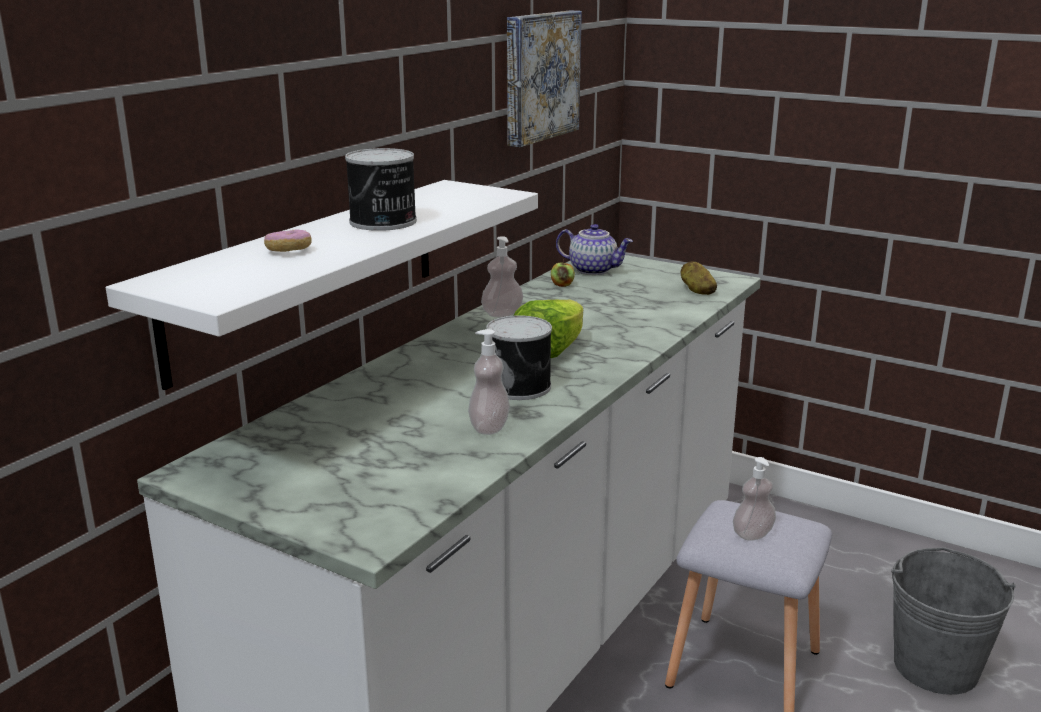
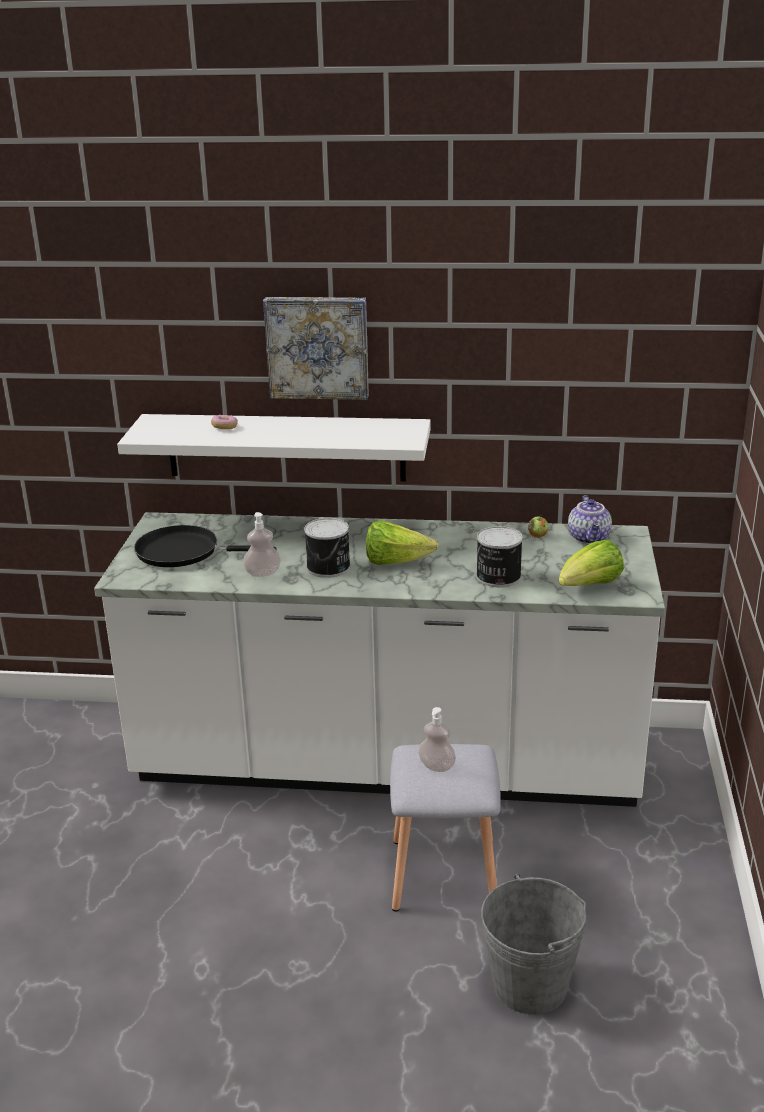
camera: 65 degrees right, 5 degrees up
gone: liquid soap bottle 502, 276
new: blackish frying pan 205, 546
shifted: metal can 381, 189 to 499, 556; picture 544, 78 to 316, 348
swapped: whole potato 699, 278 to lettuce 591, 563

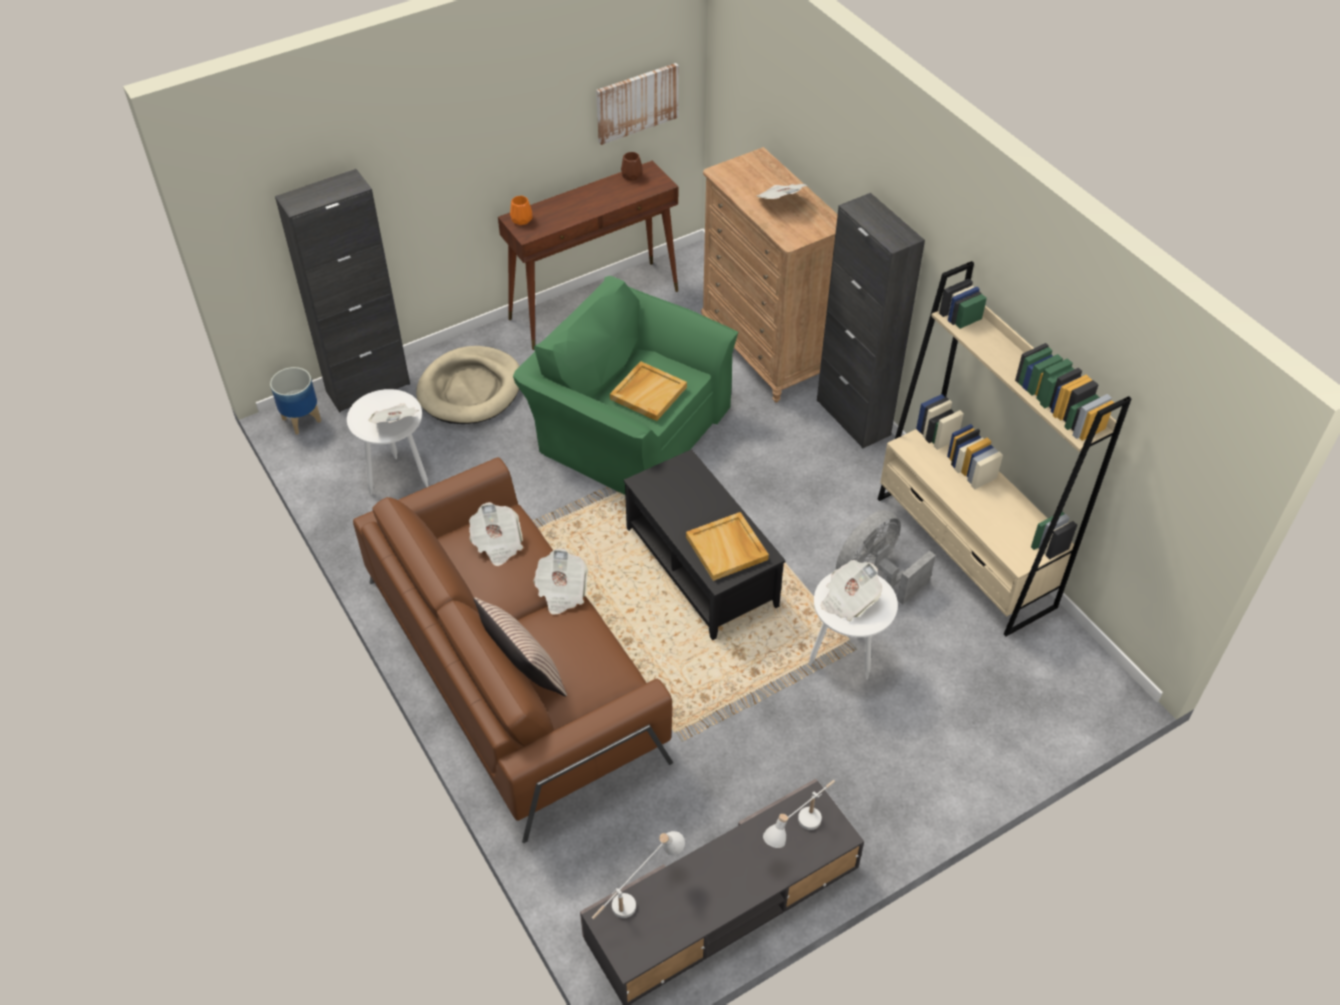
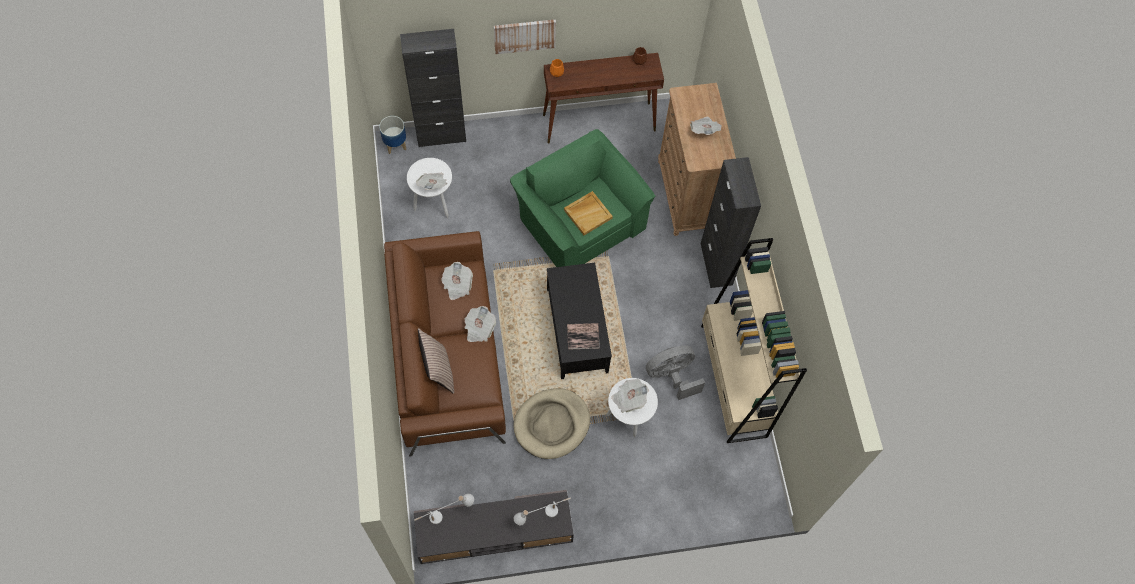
camera: 20 degrees right, 15 degrees up
shifted: beige pet bed 468, 385 to 551, 423; picture 637, 104 to 525, 36
swapped: beige tray 727, 546 to bound book 583, 336

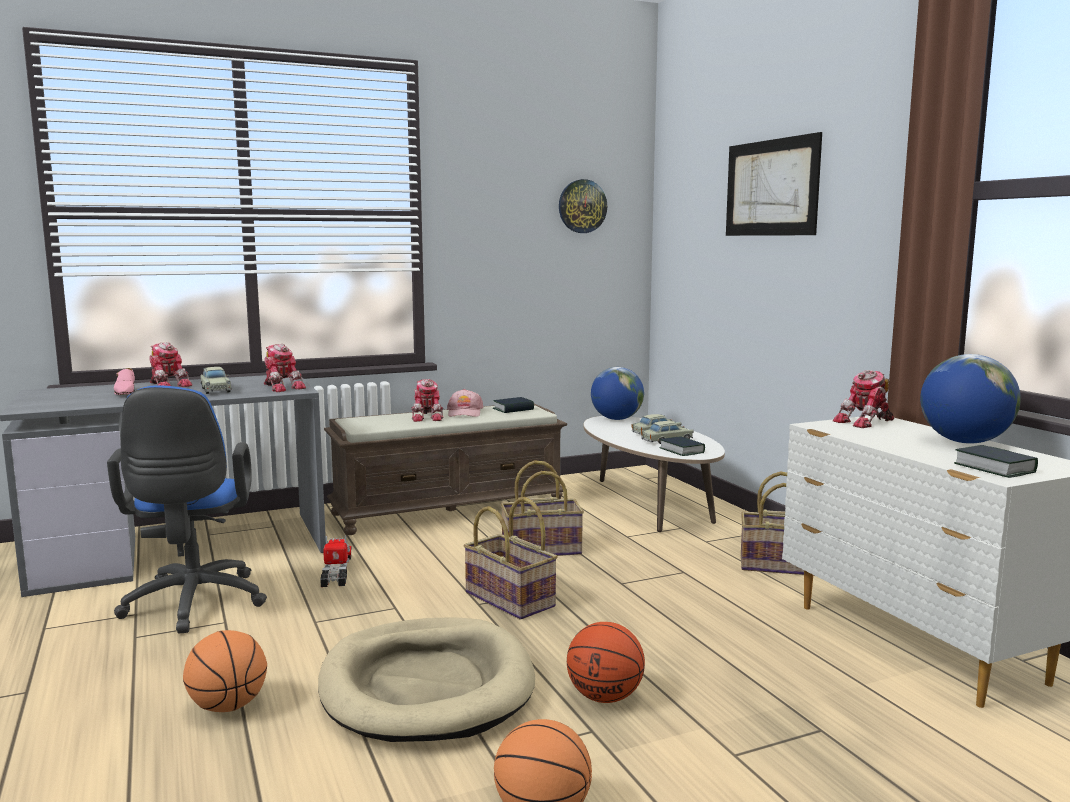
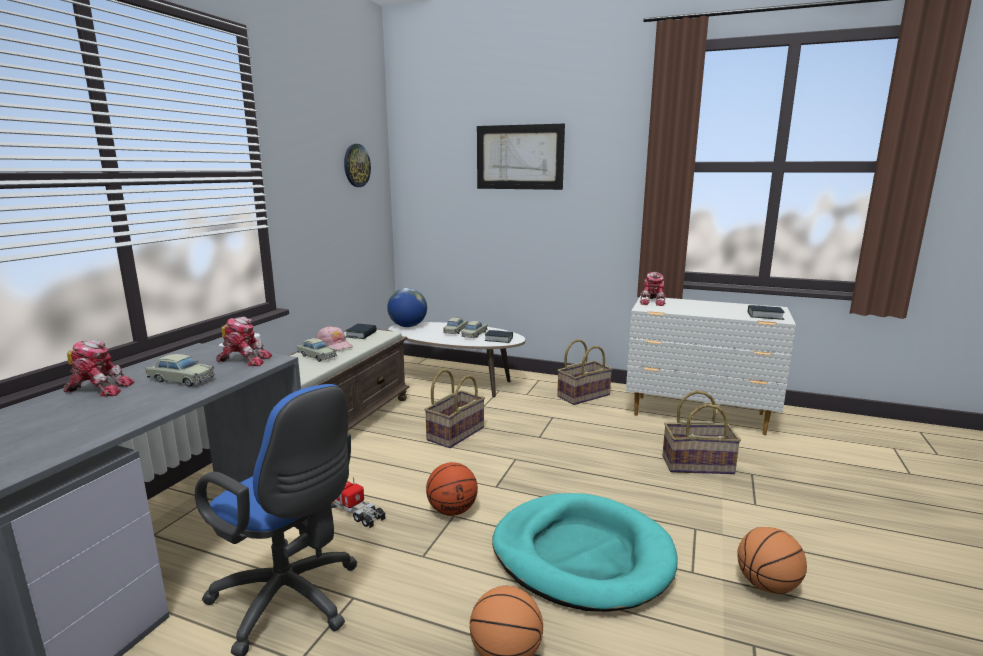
camera: 45 degrees left, 5 degrees up
gone: pinkish low shoe 124, 381; world globe 970, 399
shifted: basket 511, 558 to 701, 432; ball for basketball 606, 662 to 452, 489
swapped: toy robot 427, 400 to beige model car 317, 350
repainted: beige pet bed 426, 679 to turquoise-coloured pet bed 585, 552

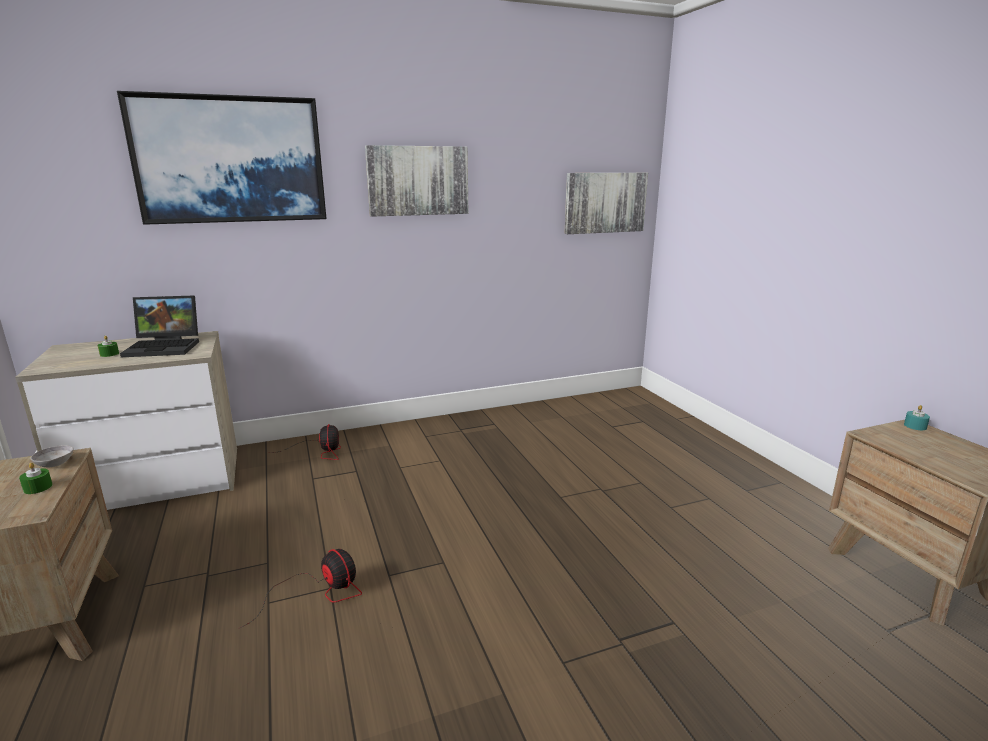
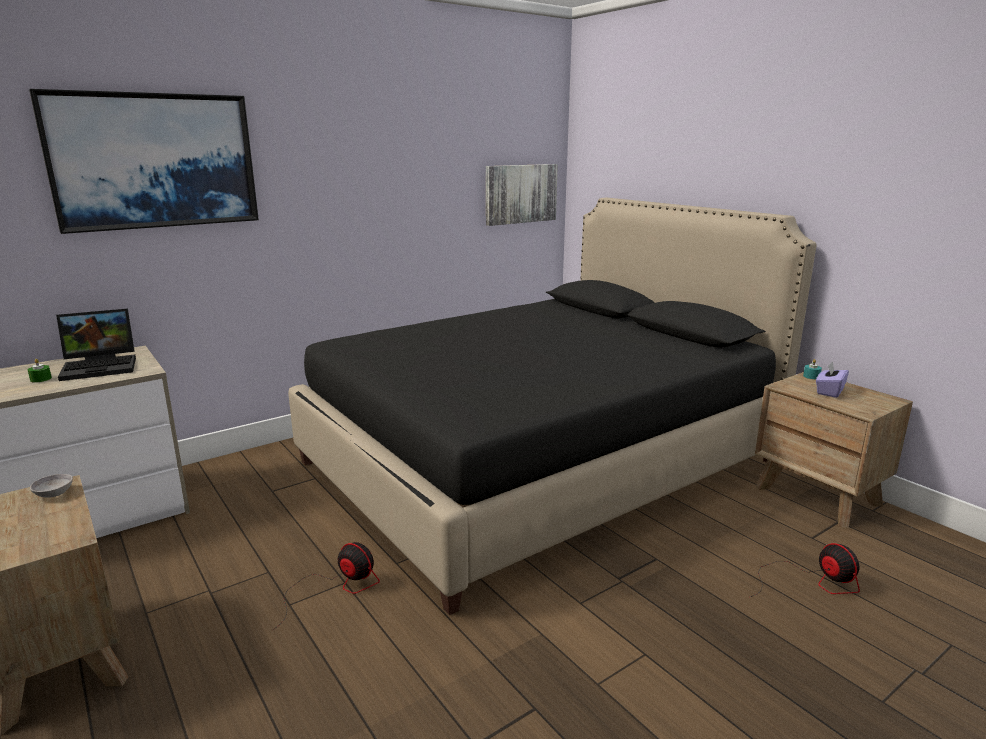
camera: 15 degrees left, 0 degrees up
gone: green-coloured wax candle 36, 478; picture 416, 181
new: blackish bed 552, 406; purple-coloured tissue box 832, 379
shifted: cooling fan 306, 442 to 805, 570

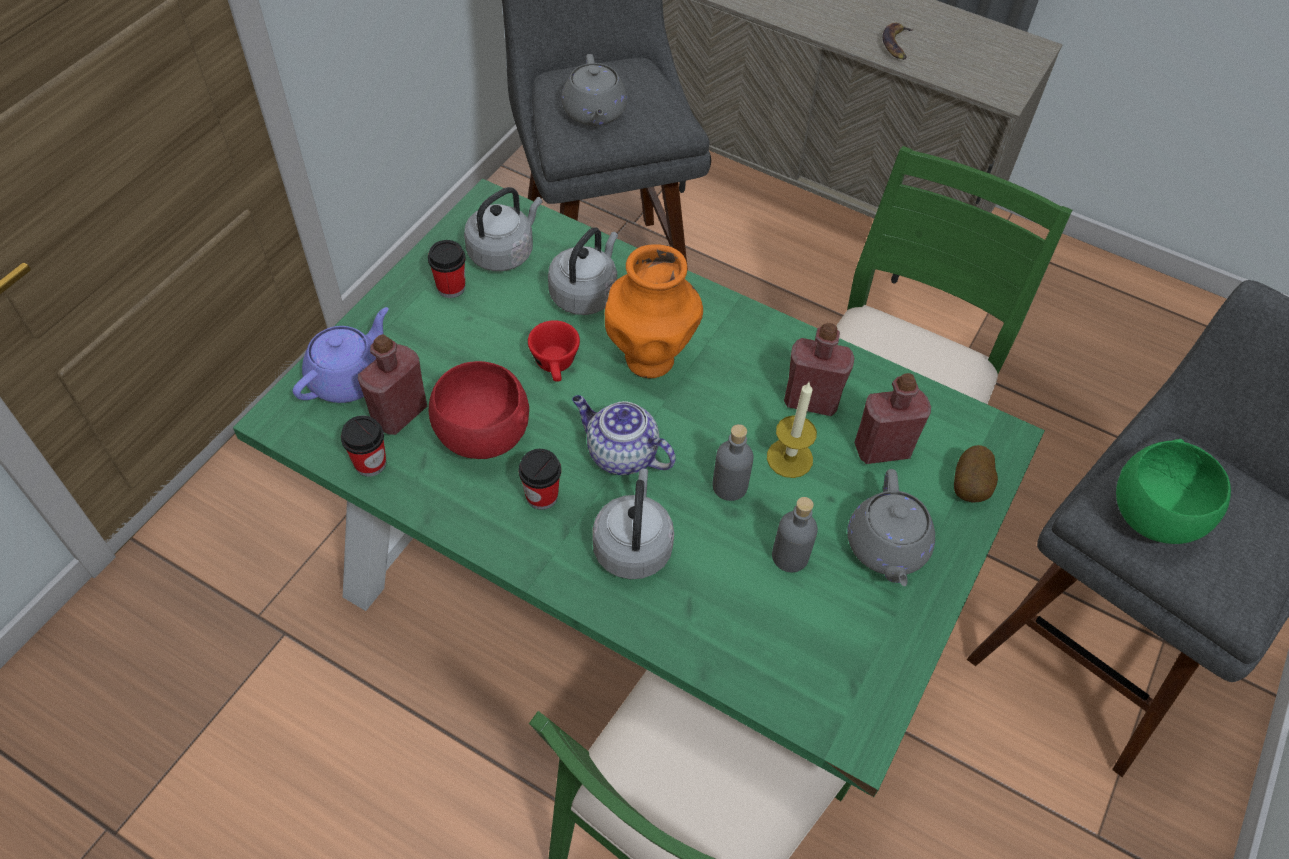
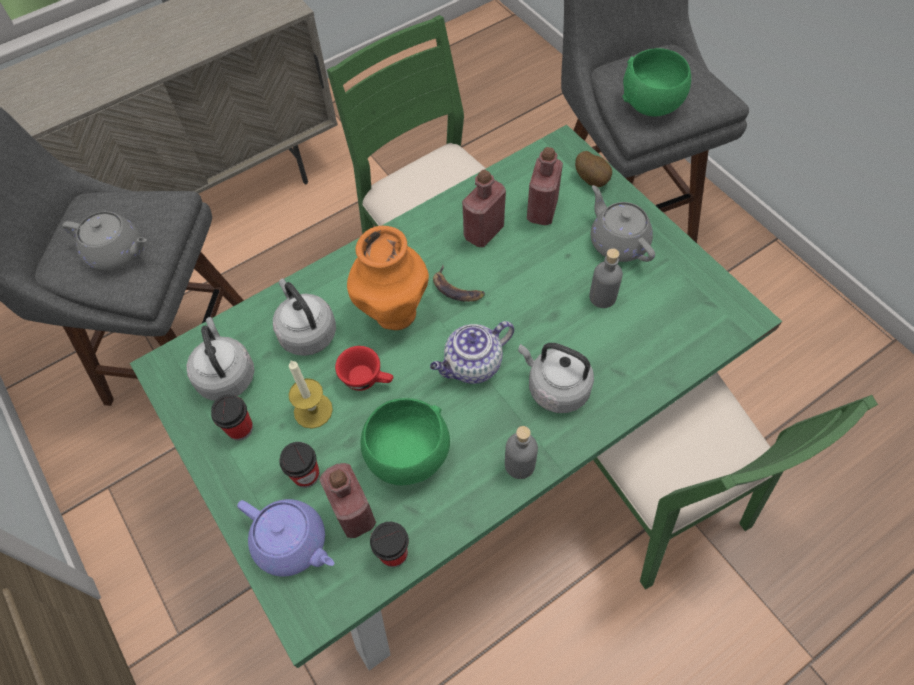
camera: 60 degrees left, 5 degrees up
shifted: cup 539, 479 to 299, 465; grey drink bottle 733, 462 to 521, 452; wax candle 792, 430 to 310, 394; banana 898, 41 to 459, 283
repainted: reddish serving bowl 479, 410 to green-coloured serving bowl 405, 441
rotated: purple-coloured pot for tea 340, 355 = 286, 538 150 degrees clockwise; grey pot for tea 891, 527 = 622, 223 150 degrees counterclockwise

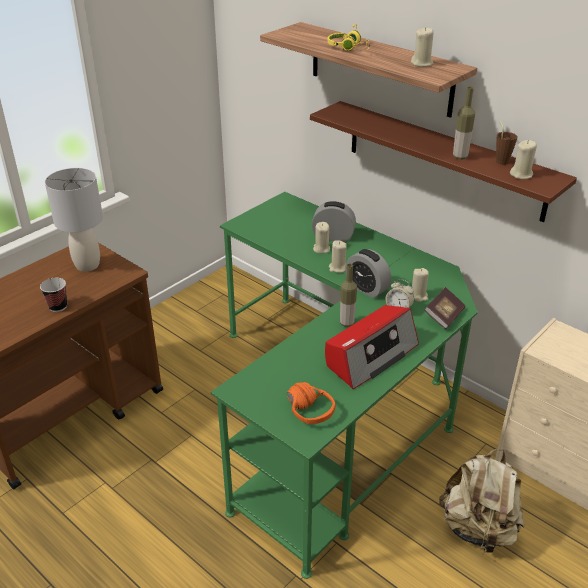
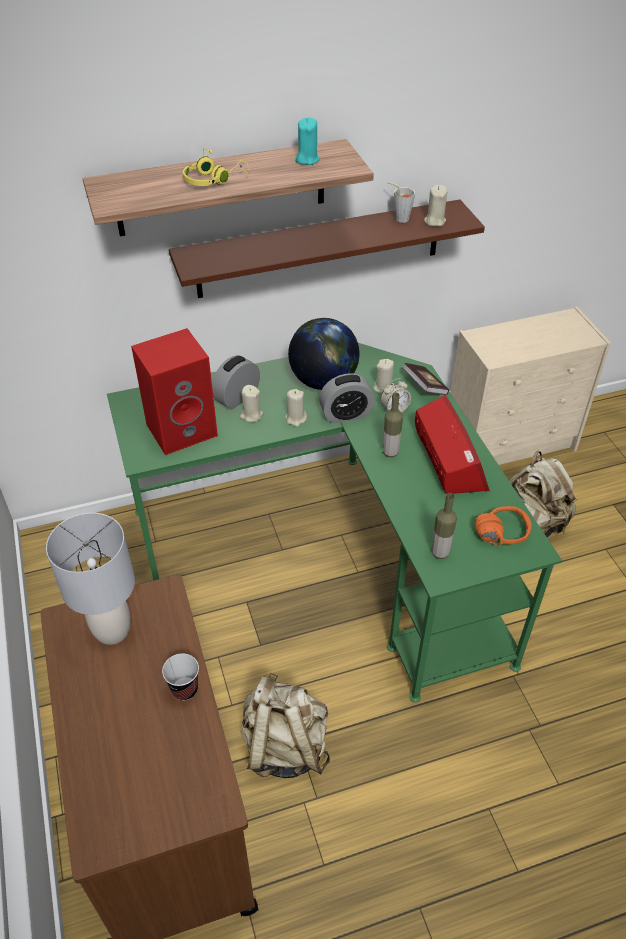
camera: 60 degrees left, 10 degrees up
new: reddish speaker 174, 391; beige rucksack 285, 725; world globe 324, 354
shifted: drink bottle 464, 123 to 444, 526
repainted: beige wax candle 422, 47 to turquoise-coloured wax candle 307, 141; brown-coloured cup 507, 143 to grey cup 401, 202

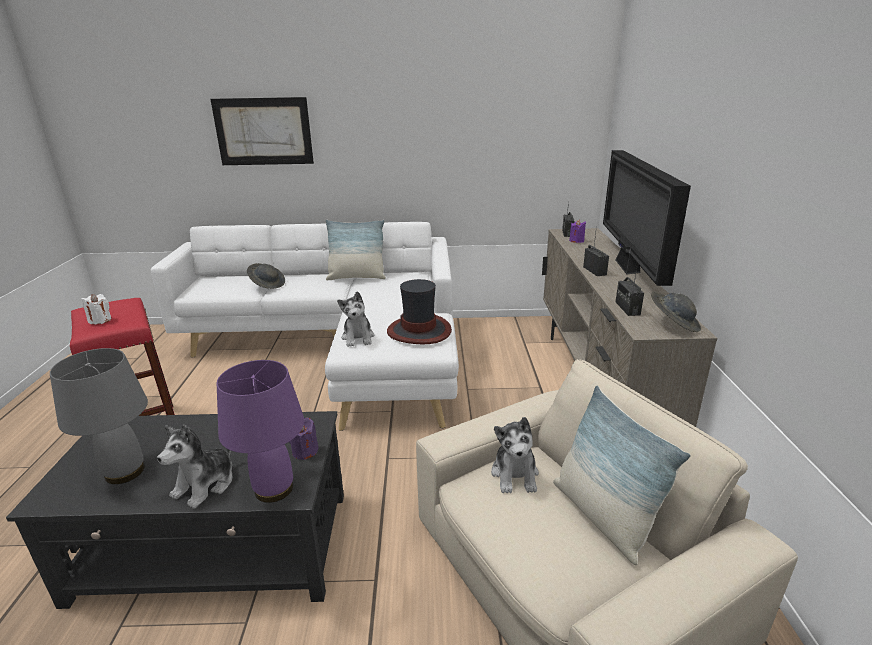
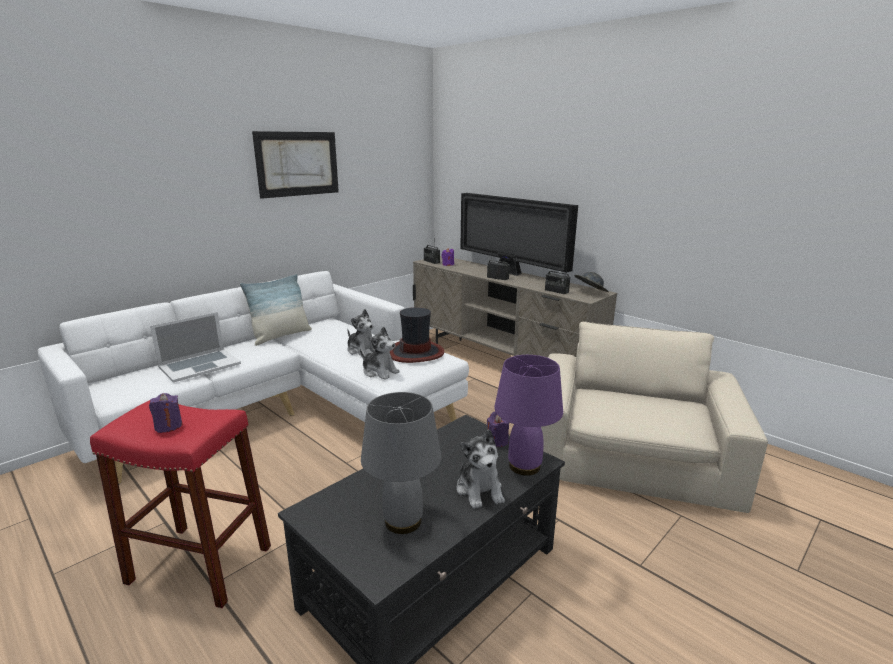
camera: 45 degrees left, 5 degrees down
gone: throw pillow 622, 475
shifted: picture 262, 131 to 295, 165; soft toy 515, 455 to 361, 332
swapped: grey clothing hat 266, 276 to portable computer 195, 347
repainted: white-coloured wax candle 97, 309 to purple-coloured wax candle 165, 413

